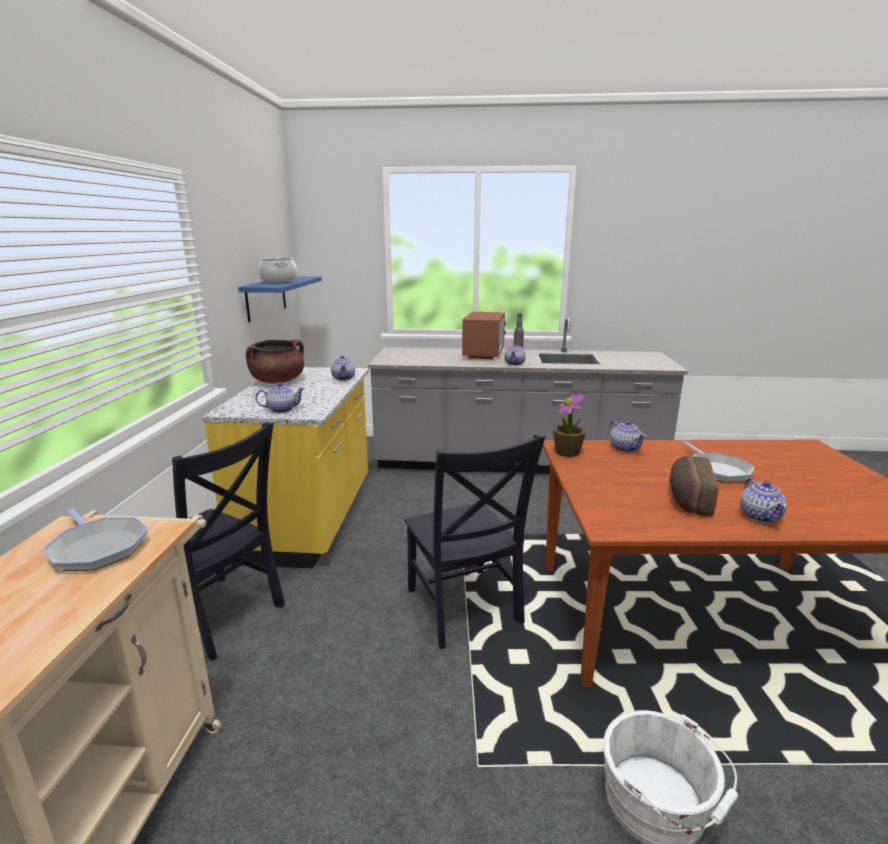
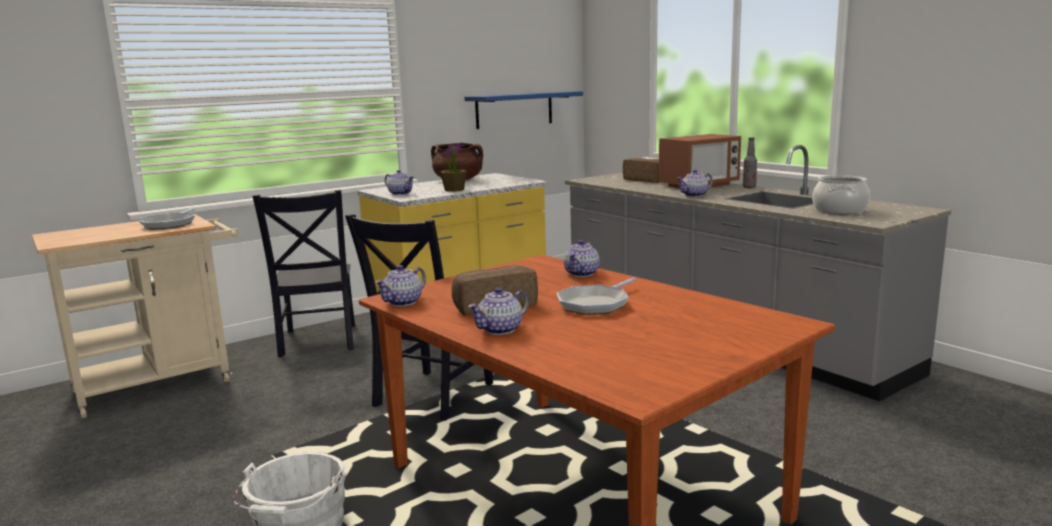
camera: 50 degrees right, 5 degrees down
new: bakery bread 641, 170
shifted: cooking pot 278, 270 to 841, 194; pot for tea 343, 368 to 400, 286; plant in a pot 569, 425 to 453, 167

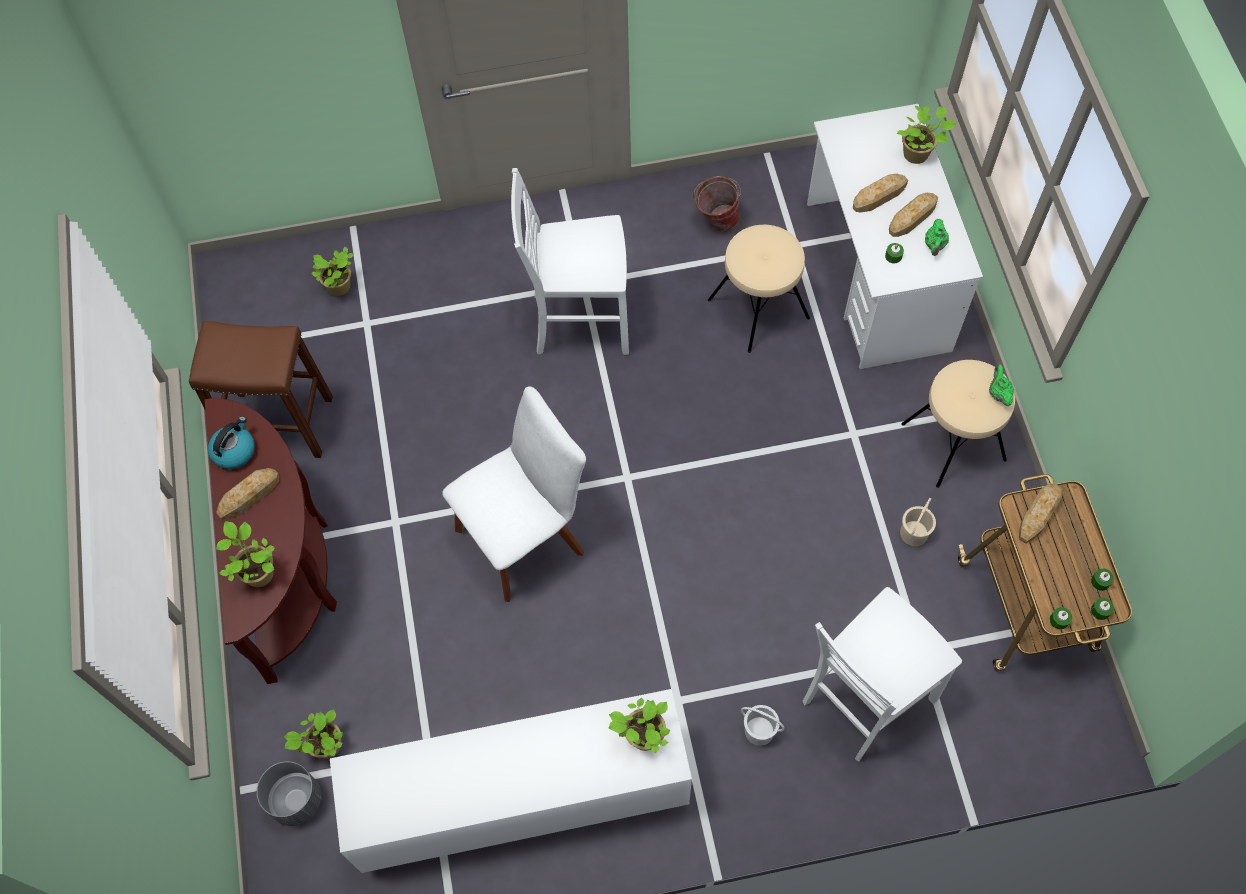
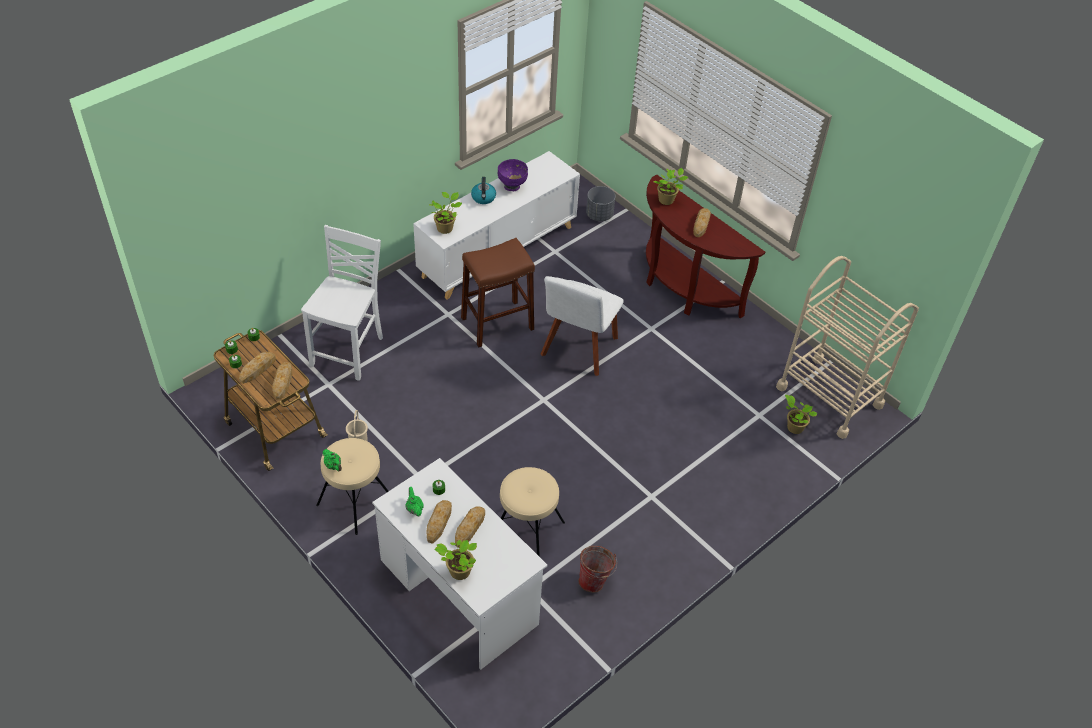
camera: 145 degrees right, 15 degrees down
gone: plant in a pot 313, 733; white-coloured chair 570, 261; white-coloured water bucket 762, 725
new: bakery bread 257, 368; purple-coloured serving bowl 513, 175; beige trolley 847, 347
shifted: brown-coloured sitting stool 261, 389 to 498, 292; water kettle 231, 442 to 483, 190

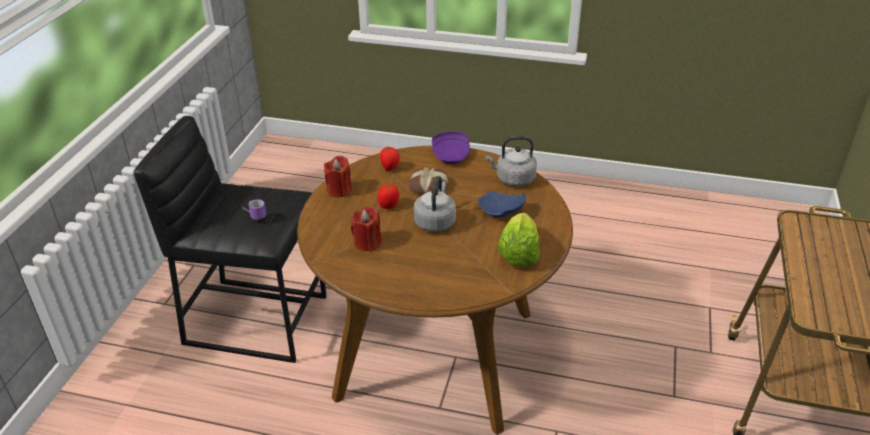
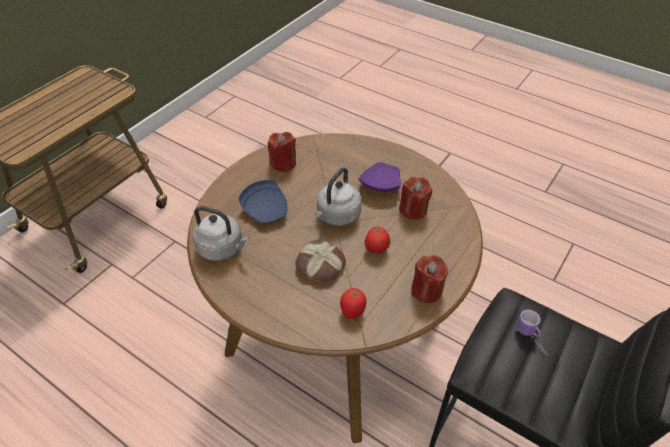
camera: 160 degrees left, 10 degrees up
shifted: purple-coloured plate 451, 147 to 379, 177
swapped: lettuce 519, 240 to reddish wax candle 282, 152

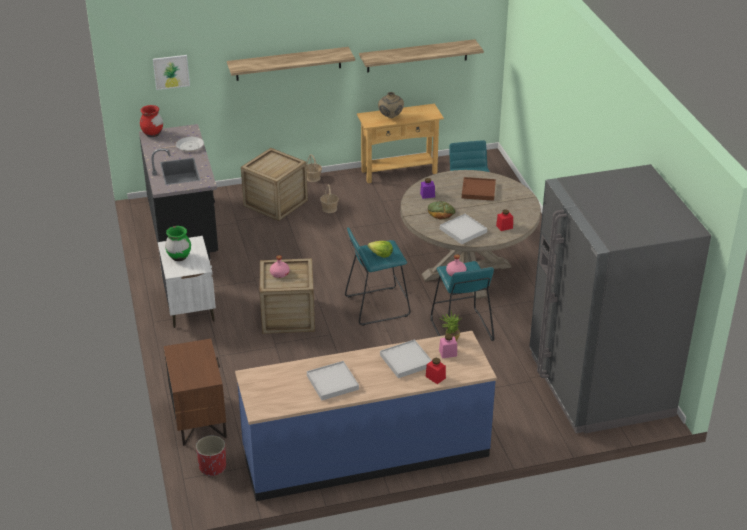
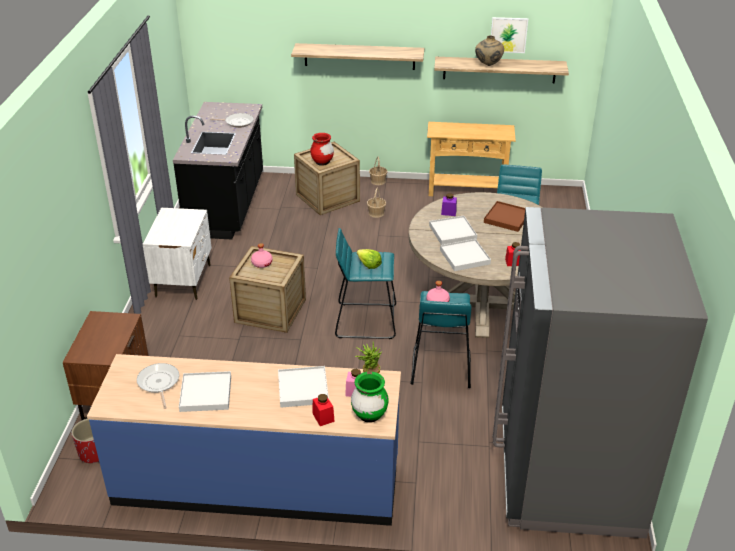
camera: 20 degrees right, 0 degrees up
new: frying pan 158, 386
shifted: reddish vase 151, 121 to 322, 149; picture 171, 72 to 509, 35; green-coloured vase 178, 243 to 370, 397; beige vase 391, 105 to 489, 50
swapped: bakery bread 442, 210 to white-coloured tray 453, 230

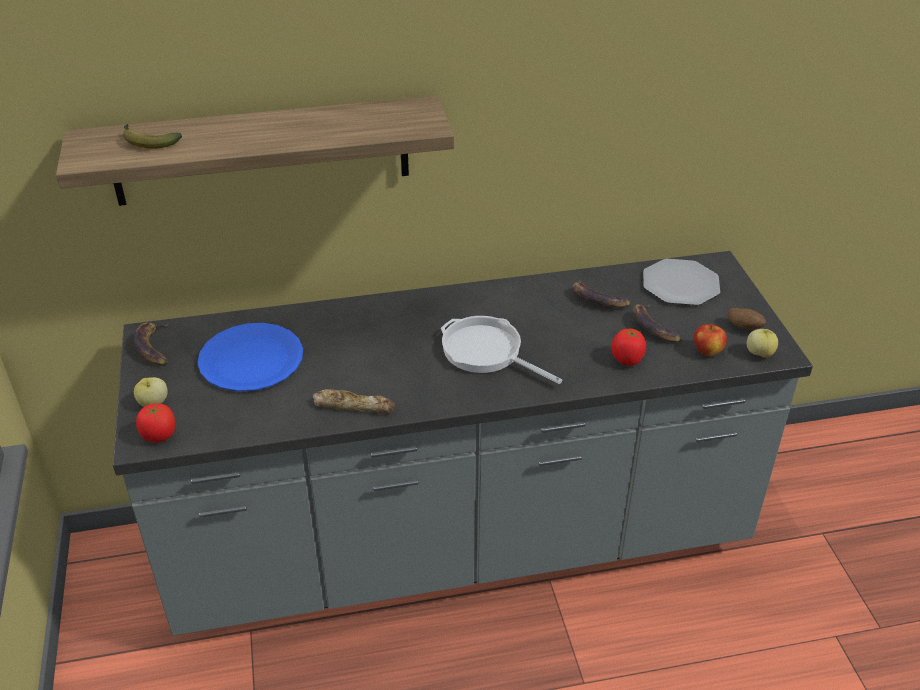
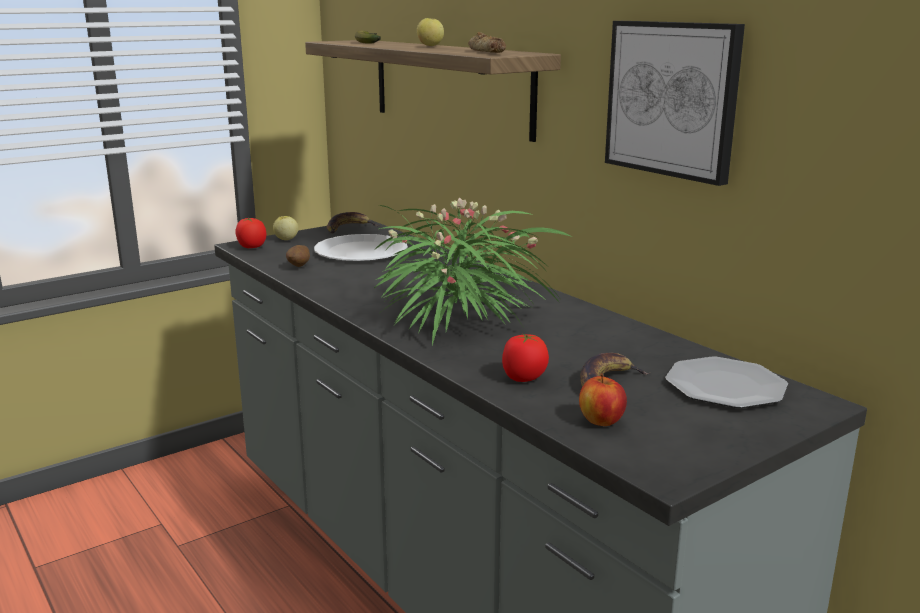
camera: 65 degrees right, 20 degrees down
gone: banana 602, 294
new: picture 675, 103
shifted: bakery bread 354, 401 to 487, 42; whole potato 746, 319 to 298, 256; apple fruit 762, 343 to 430, 32
swapped: frying pan 502, 350 to plant in a pot 472, 272
repainted: blue plate 250, 357 to white-coloured plate 361, 247

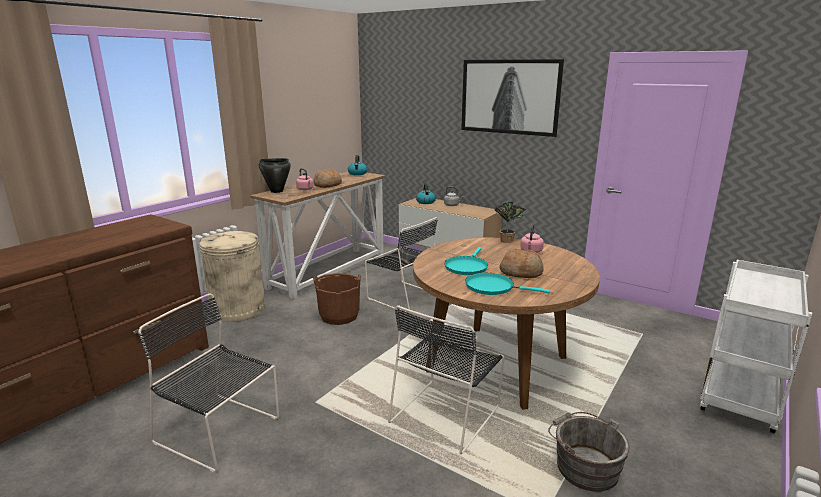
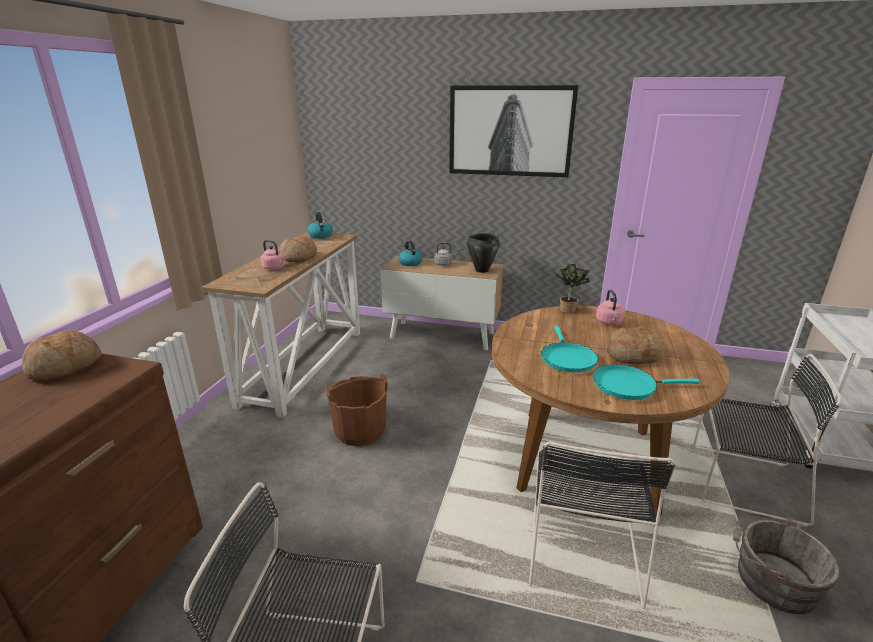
camera: 20 degrees left, 5 degrees up
gone: beige trash can 232, 276
new: bakery bread 62, 355
shifted: blackish cooking pot 275, 175 to 483, 253; blackish chair 401, 265 to 767, 440

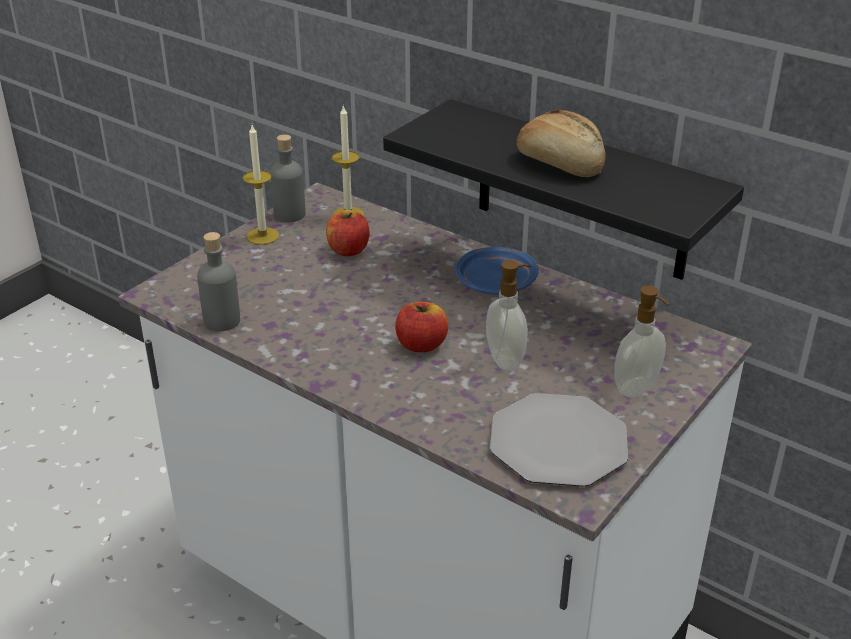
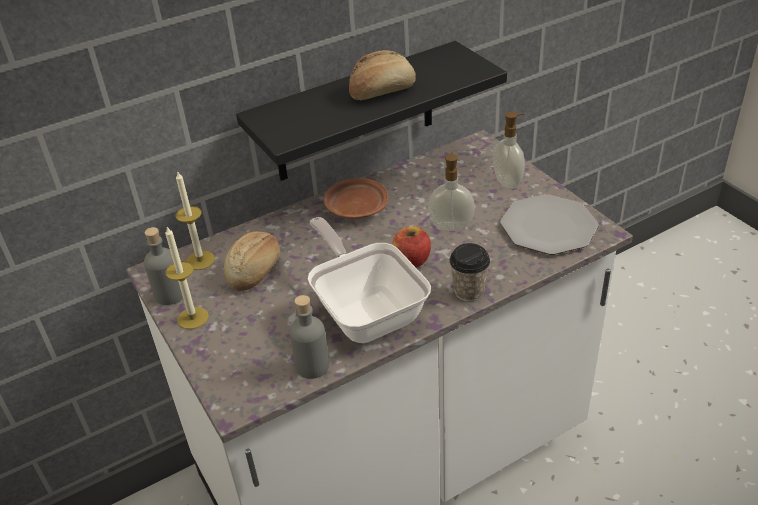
camera: 65 degrees left, 5 degrees up
new: frying pan 369, 280; cup 470, 272
swapped: apple fruit 348, 233 to bakery bread 252, 261
repainted: blue plate 497, 270 to brown-coloured plate 356, 198

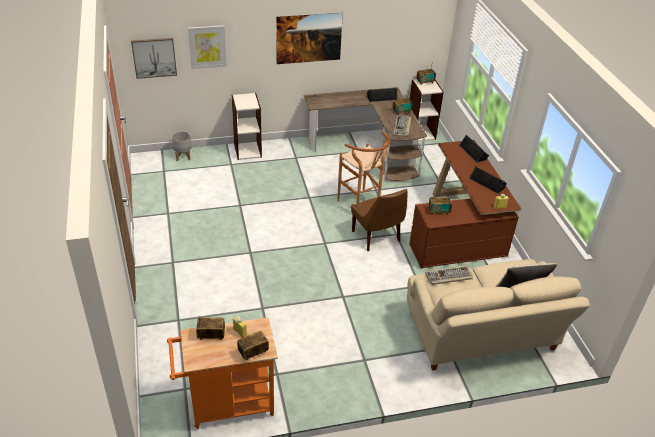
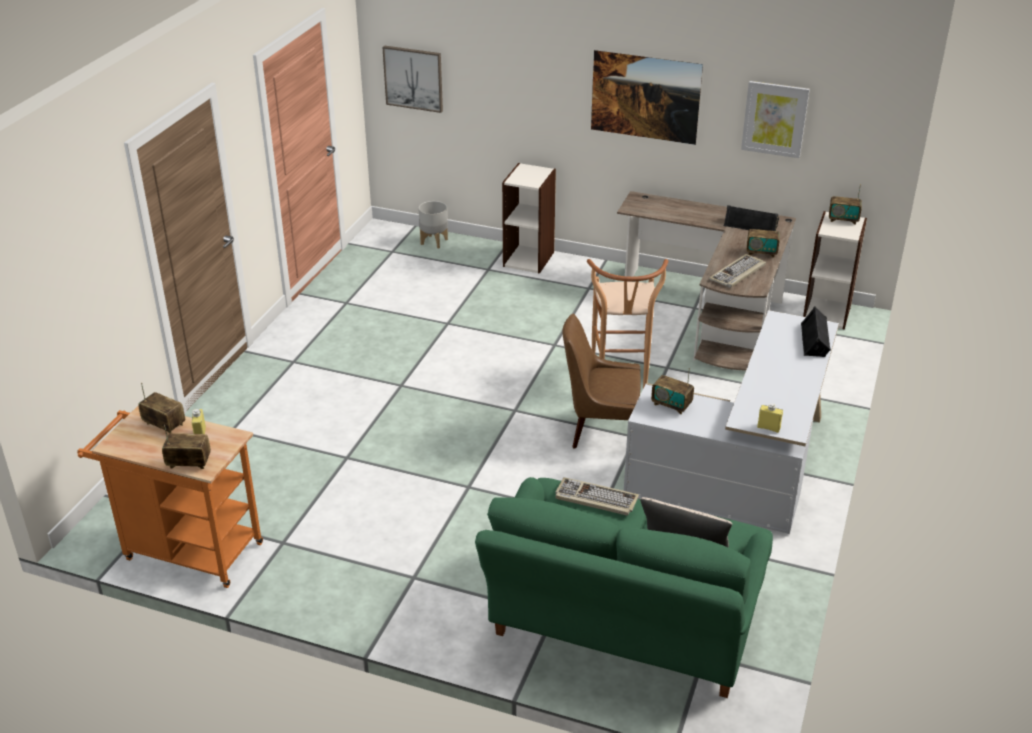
camera: 35 degrees right, 5 degrees down
gone: blackish speaker 488, 180
shifted: picture 207, 47 to 775, 119
repainted: beige sofa 498, 315 to green-coloured sofa 624, 587; brown-coloured desk 465, 204 to white-coloured desk 731, 422
rotated: brown-coloured chair 379, 220 = 601, 381 90 degrees clockwise

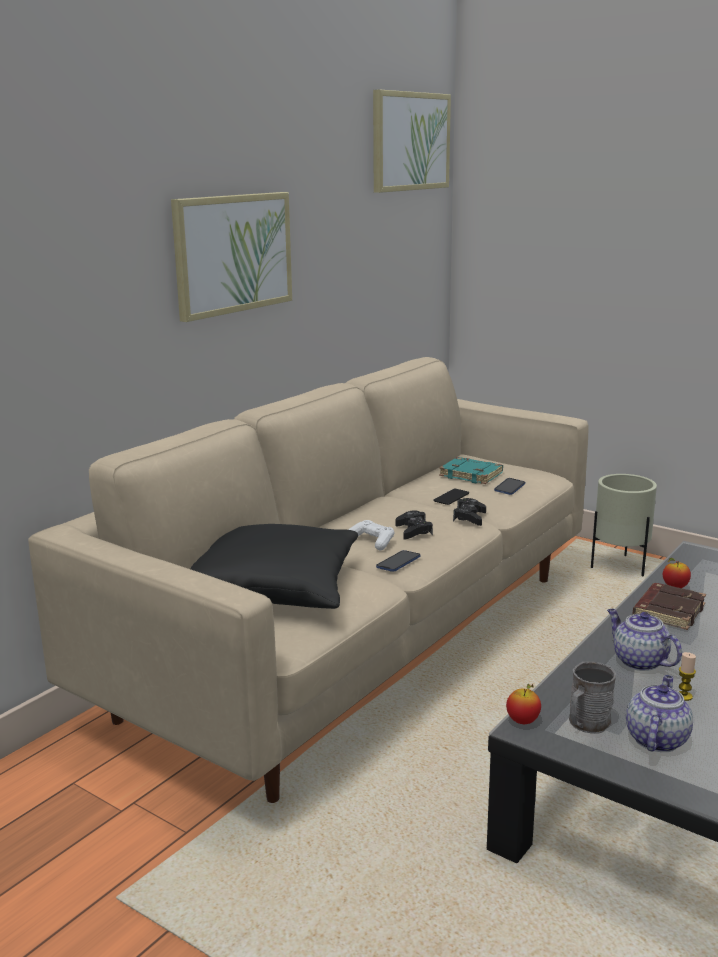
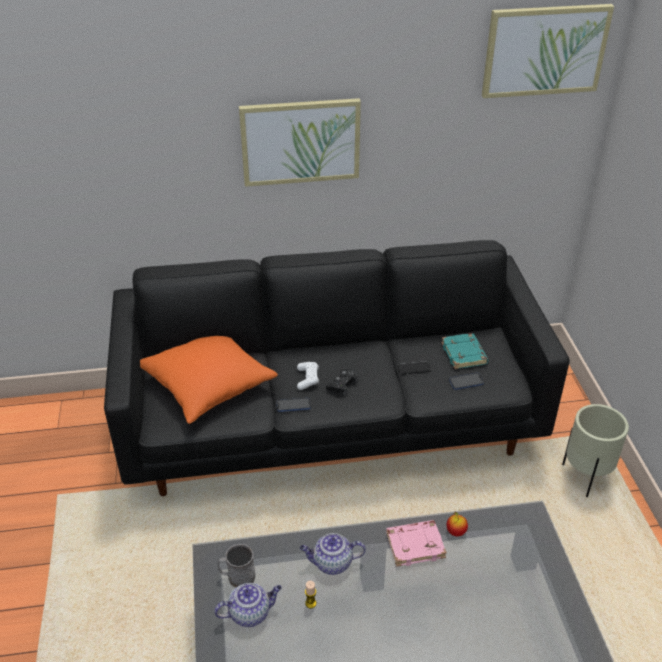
camera: 45 degrees right, 20 degrees up
gone: blackish gamepad 469, 512; apple fruit 523, 703
repainted: beige sofa 308, 580 to blackish sofa 337, 368; blackish throw pillow 274, 566 to orange throw pillow 209, 380; brown-coloured bound book 669, 606 to pinkish bound book 416, 543
rotated: pot for tea 644, 640 = 333, 554 105 degrees counterclockwise

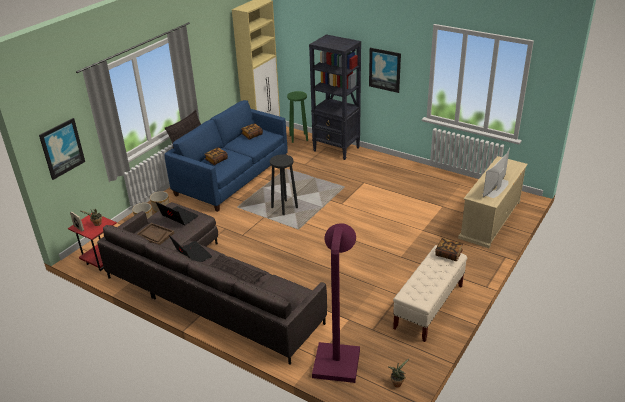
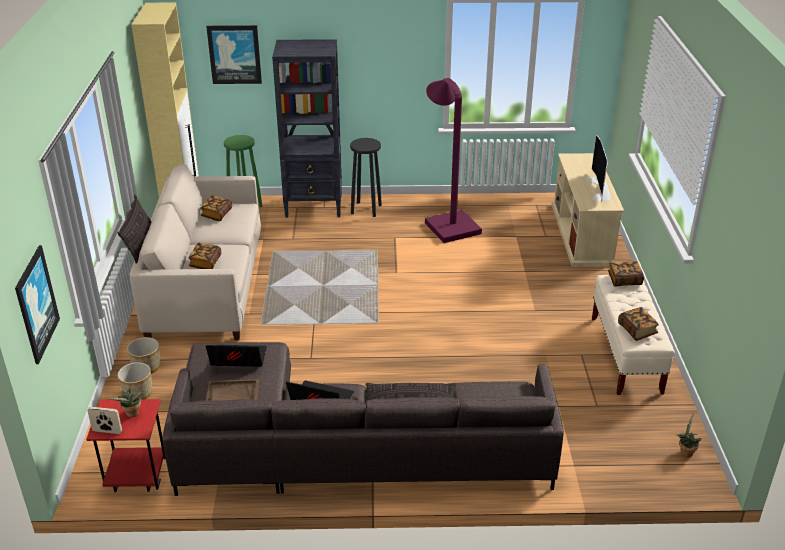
camera: 35 degrees left, 0 degrees up
new: bound book 638, 324
shifted: blackish sitting stool 284, 184 to 366, 177; purple-coloured standing lamp 336, 303 to 453, 160; picture 385, 70 to 234, 54
repainted: blue sofa 226, 156 to beige sofa 195, 252

